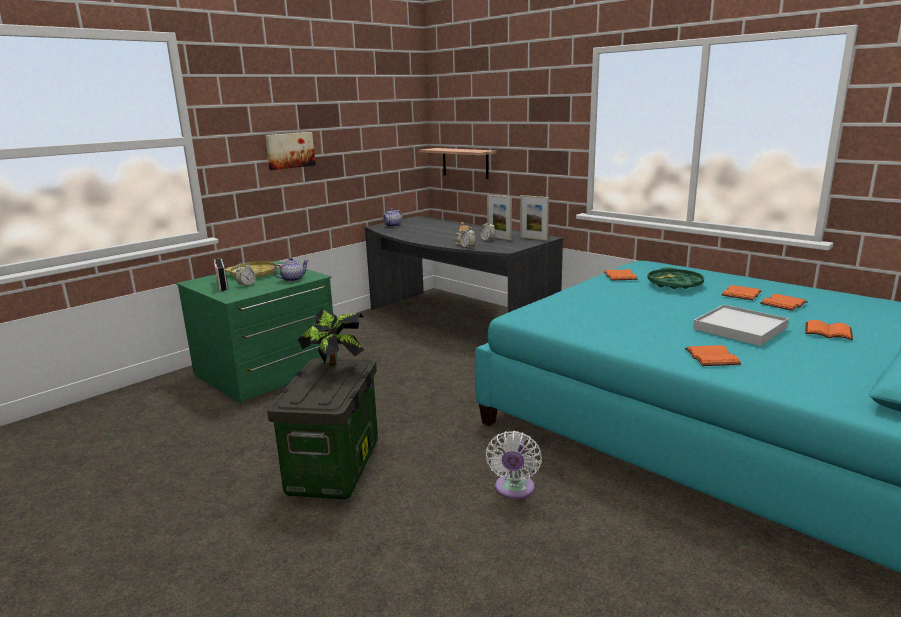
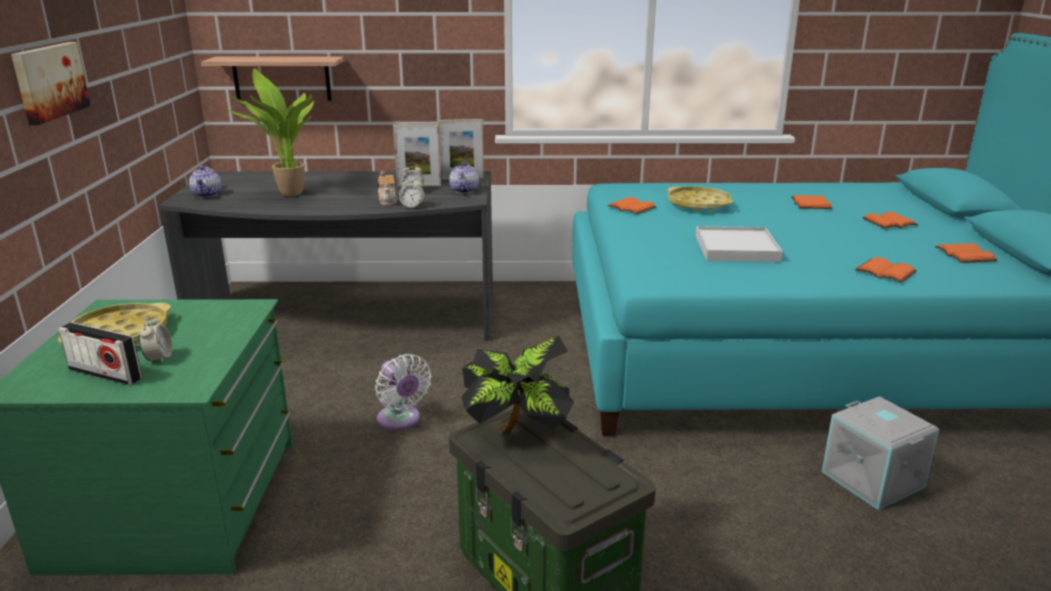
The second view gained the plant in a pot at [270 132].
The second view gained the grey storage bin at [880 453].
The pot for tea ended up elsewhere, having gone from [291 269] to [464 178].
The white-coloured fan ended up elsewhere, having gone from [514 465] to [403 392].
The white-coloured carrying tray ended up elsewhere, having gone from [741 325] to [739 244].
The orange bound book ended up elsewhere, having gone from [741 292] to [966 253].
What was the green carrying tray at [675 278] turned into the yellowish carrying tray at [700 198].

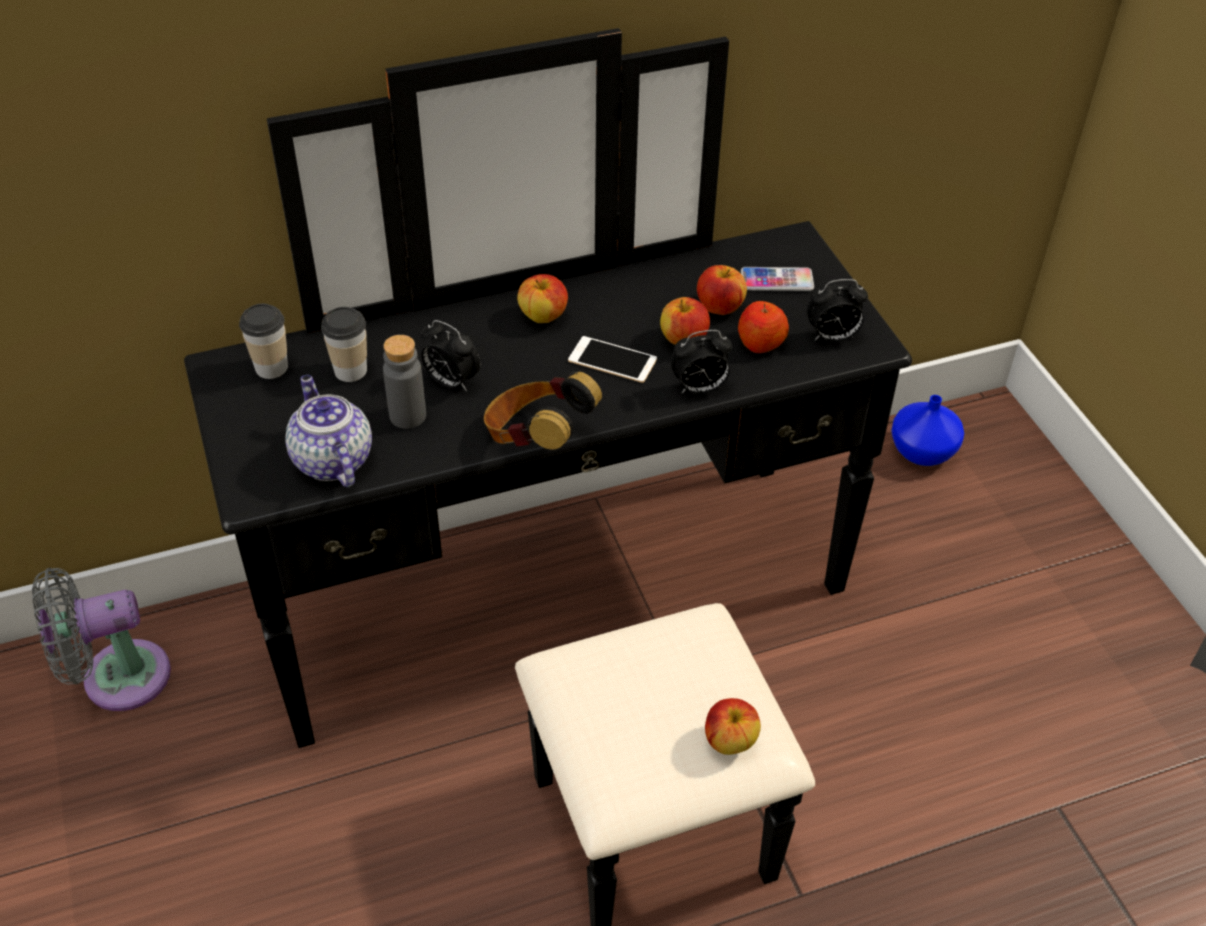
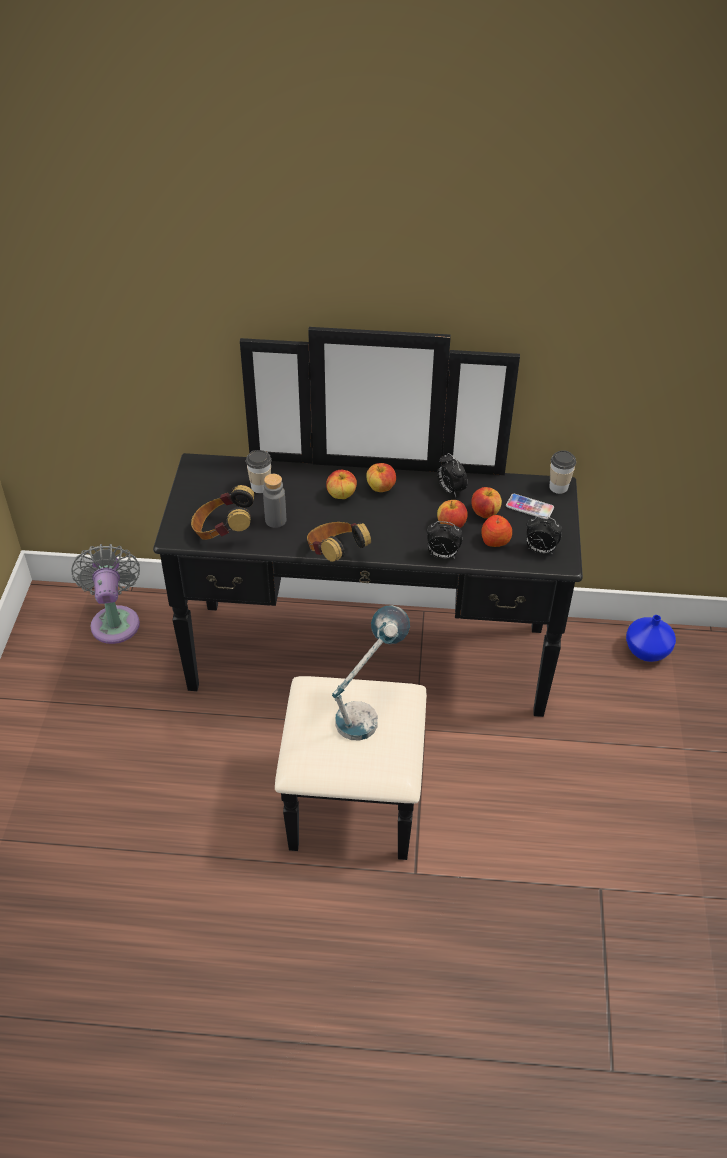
The second view lost the telephone at [612 359].
The second view gained the tabletop lamp at [371 673].
The small cup ended up elsewhere, having gone from [263 341] to [562 472].
The alarm clock ended up elsewhere, having gone from [451 355] to [452 475].
The apple ended up elsewhere, having gone from [733 726] to [341 484].
Where the pot for tea stood at [328 431], the headphones came to stand at [222 512].
The grey fan at [101 639] ended up facing another way, 75 degrees clockwise from before.

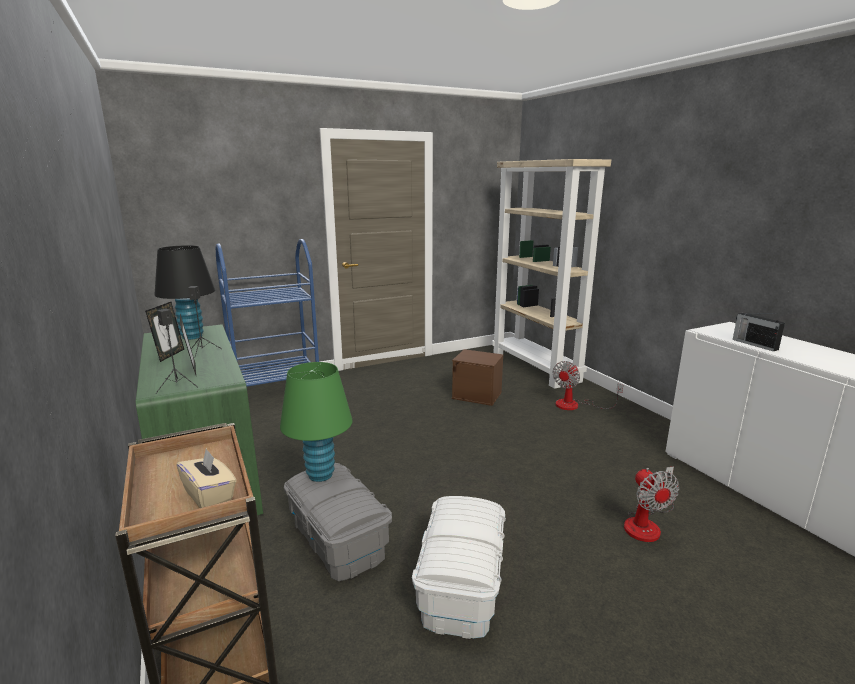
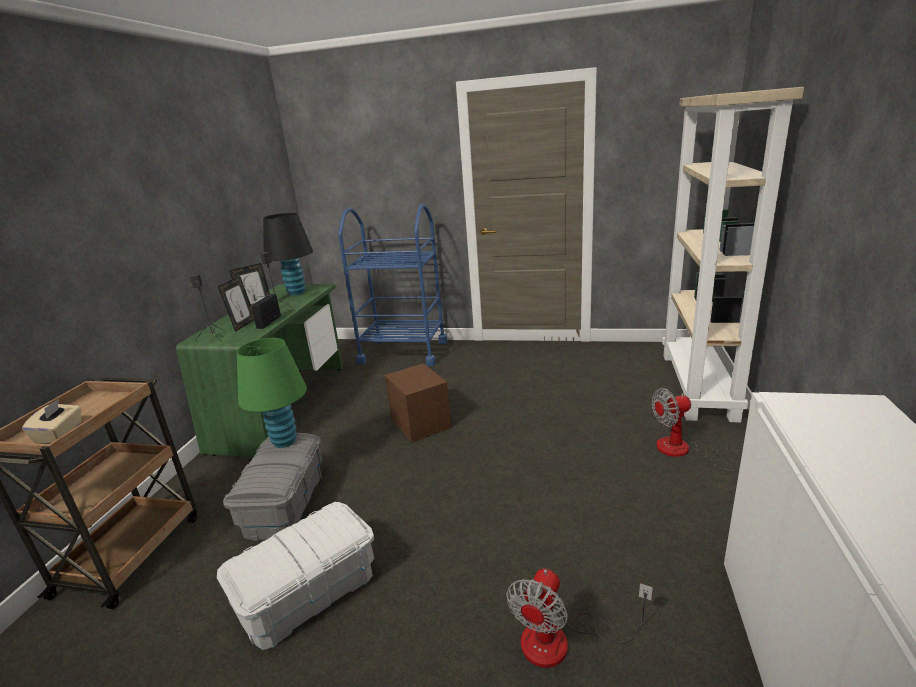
The brownish storage bin ended up elsewhere, having gone from [478 377] to [418 402].
The radio receiver ended up elsewhere, having gone from [759 332] to [266 311].

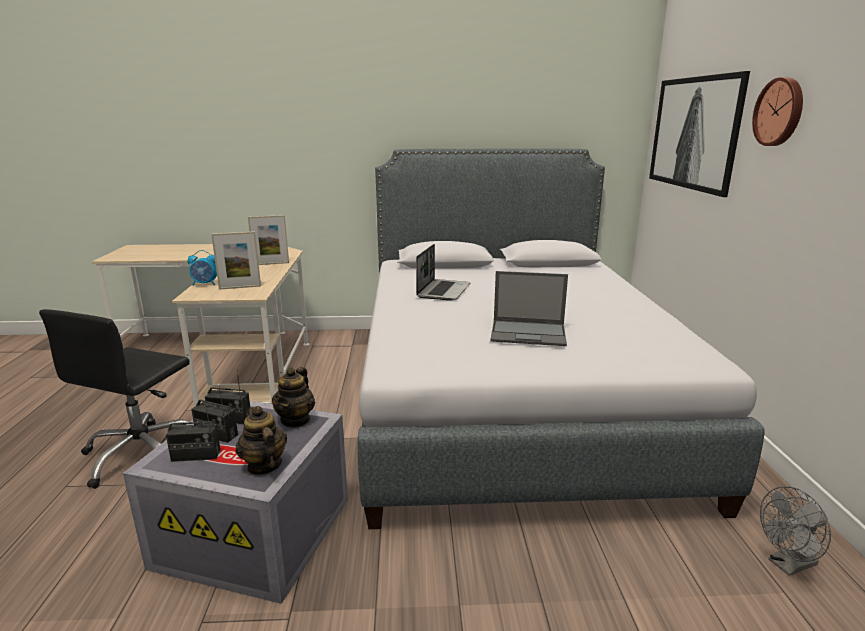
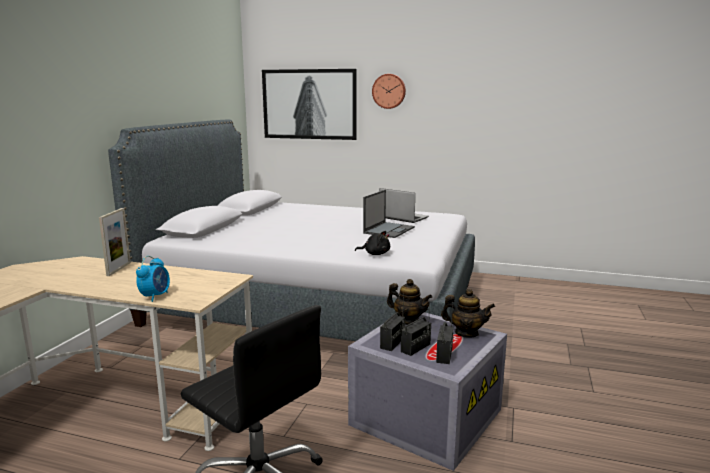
The second view lost the picture frame at [236 261].
The second view lost the grey fan at [795 531].
The second view gained the black-coloured soft toy at [372 243].
The portable computer ended up elsewhere, having gone from [443 272] to [404 205].
The pot for tea at [261 440] ended up facing another way, 150 degrees counterclockwise from before.

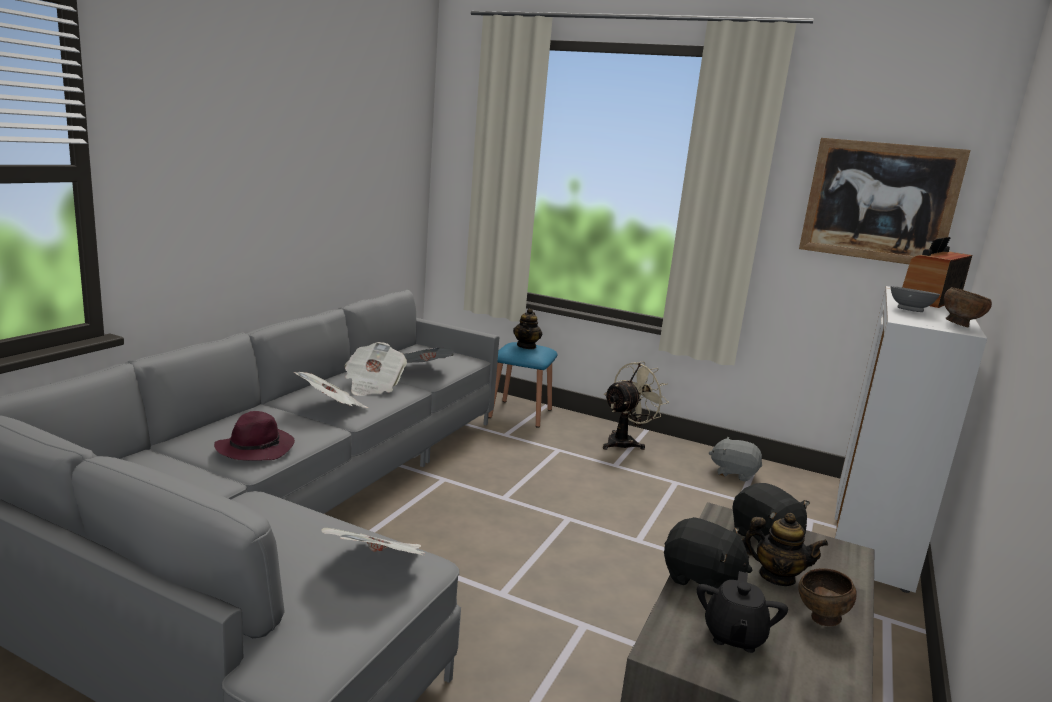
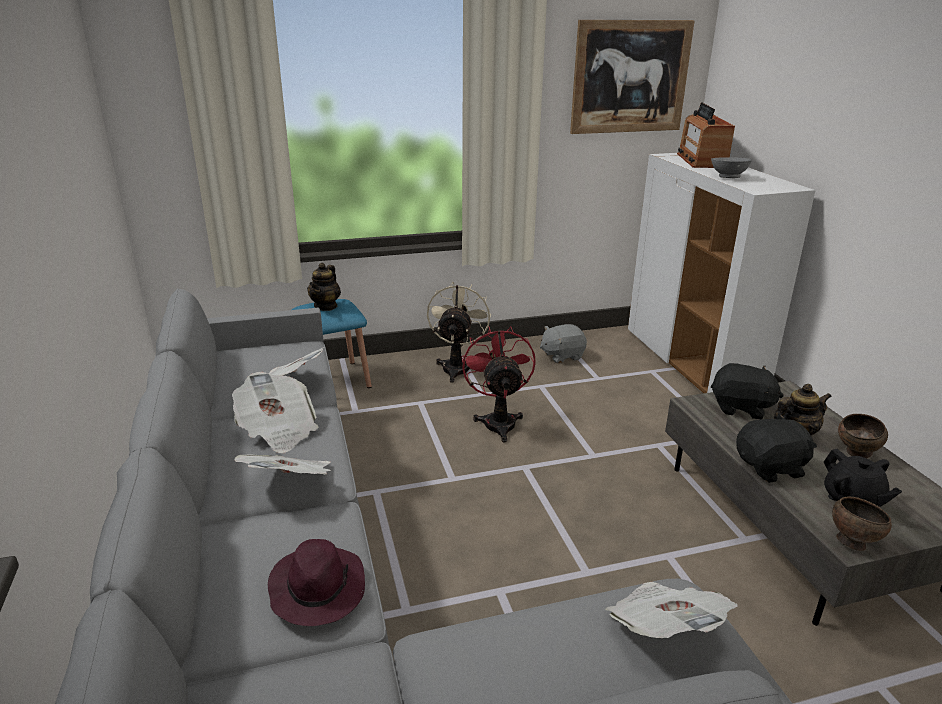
The second view gained the red fan at [498 384].
The brownish bowl ended up elsewhere, having gone from [968 307] to [862 524].
The pot for tea at [527 328] ended up facing another way, 45 degrees clockwise from before.

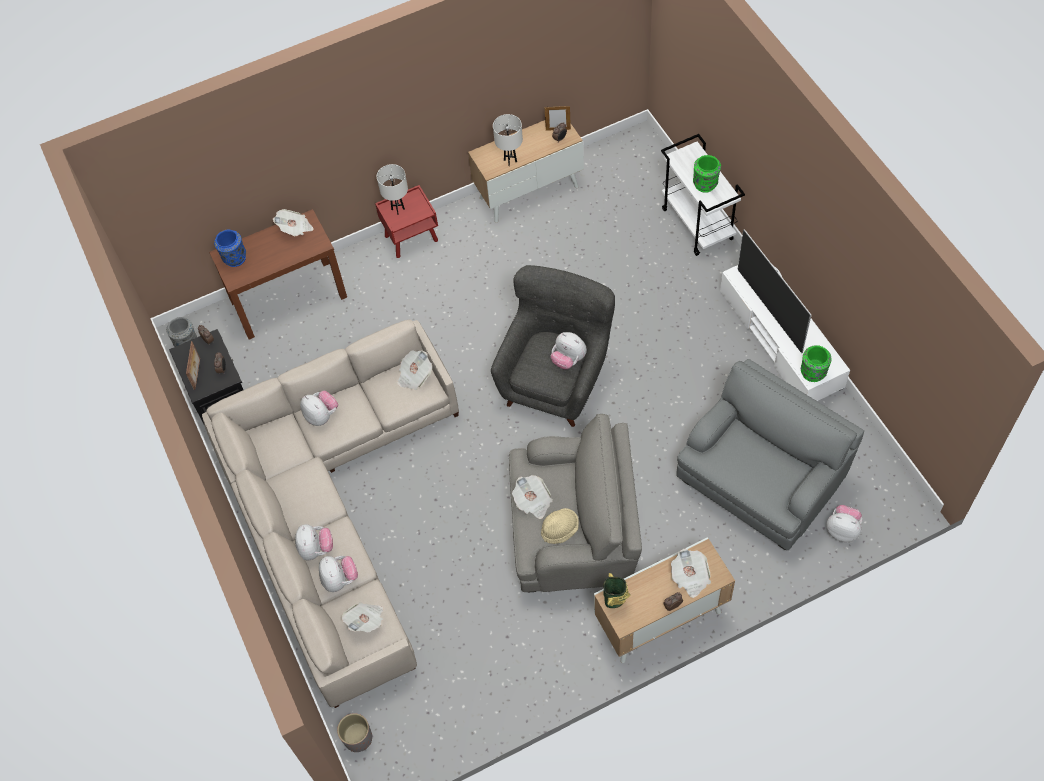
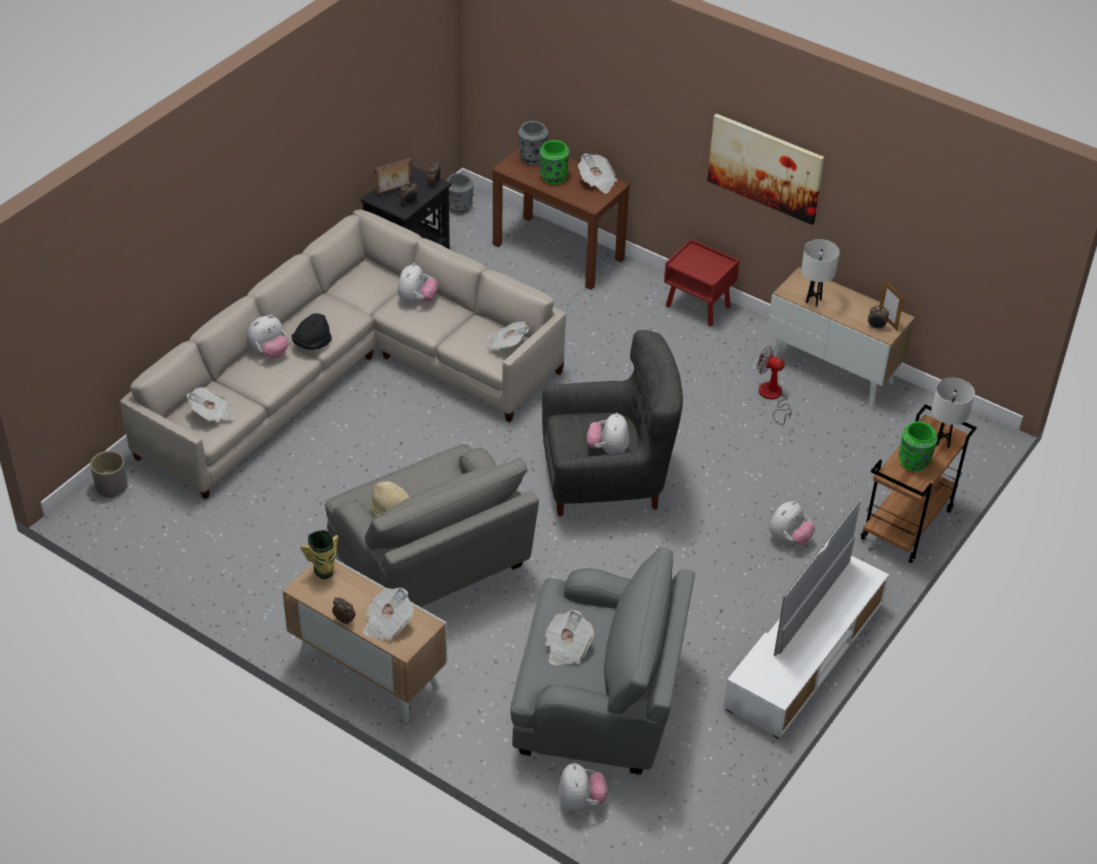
The second view gained the black-coloured clothing hat at [312 331].
The second view gained the wall picture at [765 169].
The second view gained the fan at [774 385].
The soft toy ended up elsewhere, having gone from [338 574] to [792 523].
The white-coloured tabletop lamp ended up elsewhere, having gone from [392 189] to [953 413].
The printed paper ended up elsewhere, having gone from [532 497] to [569 637].
The green flower vase ended up elsewhere, having gone from [816 363] to [554 162].
What was the bluish flower vase at [230 248] turned into the grey flower vase at [533 143].
What was the white-coloured cart at [703 195] turned into the brownish cart at [919 483].

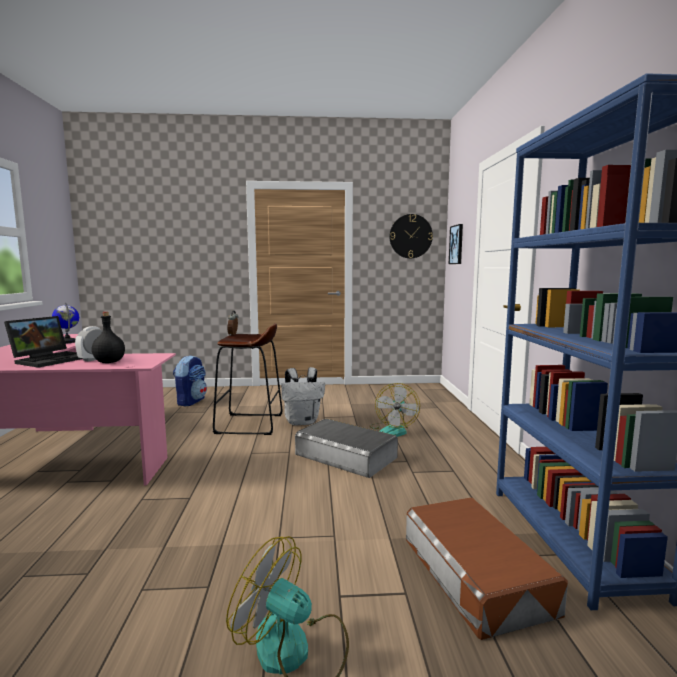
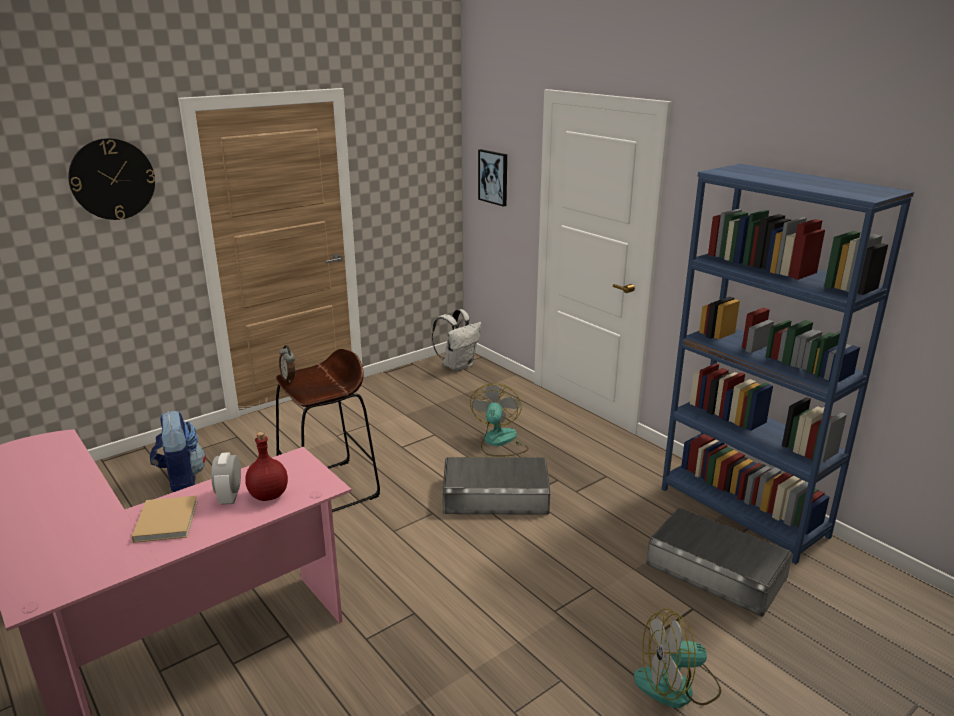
The second view lost the world globe at [65 323].
The white-coloured backpack ended up elsewhere, having gone from [303 396] to [457 340].
The hanging clock ended up elsewhere, having gone from [411 236] to [111 179].
Where the portable computer stood at [43 342], the beige bound book came to stand at [165 519].
What was the black-coloured drink bottle at [108 337] turned into the red drink bottle at [266 466].
What was the brownish storage bin at [487 568] turned into the grey storage bin at [719 562].
The fan at [395 410] ended up facing another way, 150 degrees counterclockwise from before.

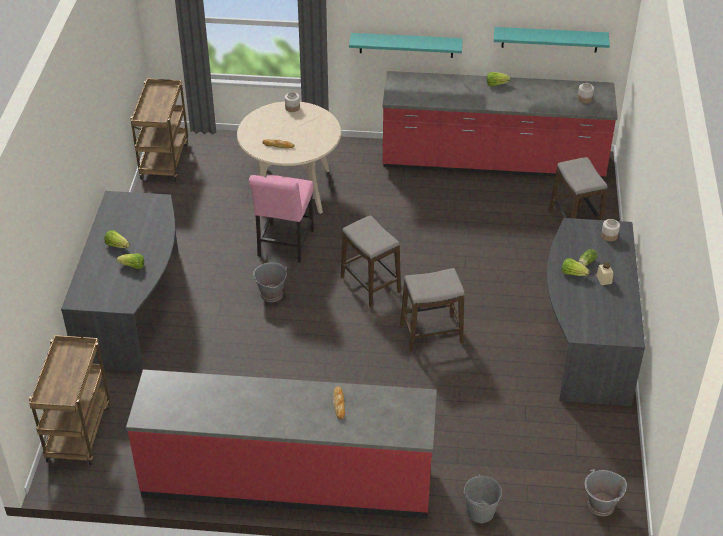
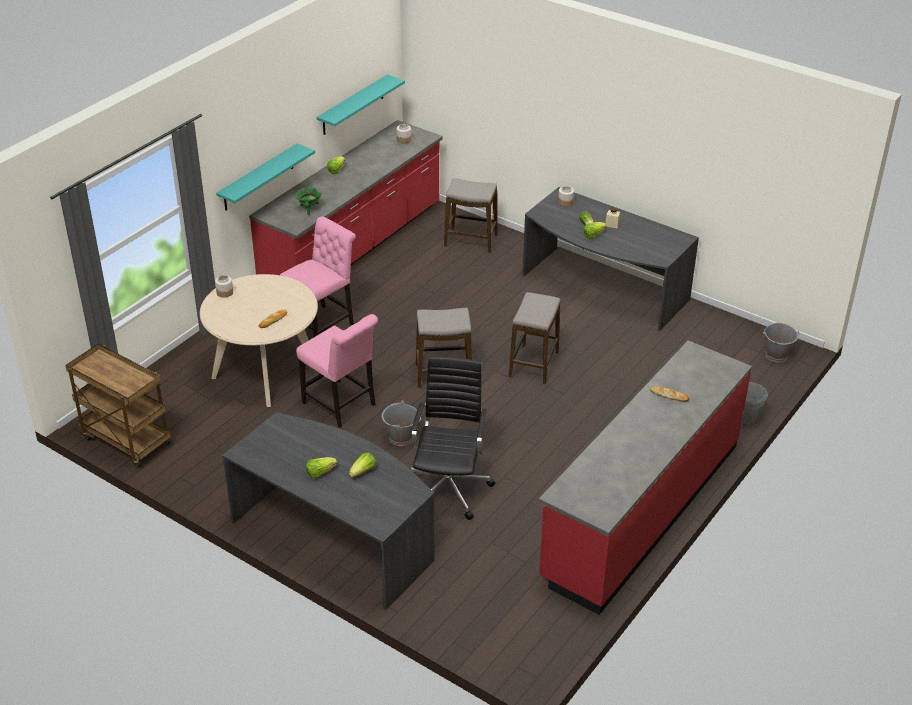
The second view lost the brownish cart at [69 400].
The second view gained the pinkish chair at [318 276].
The second view gained the green cooking pot at [308 201].
The second view gained the black-coloured office chair at [453 438].

